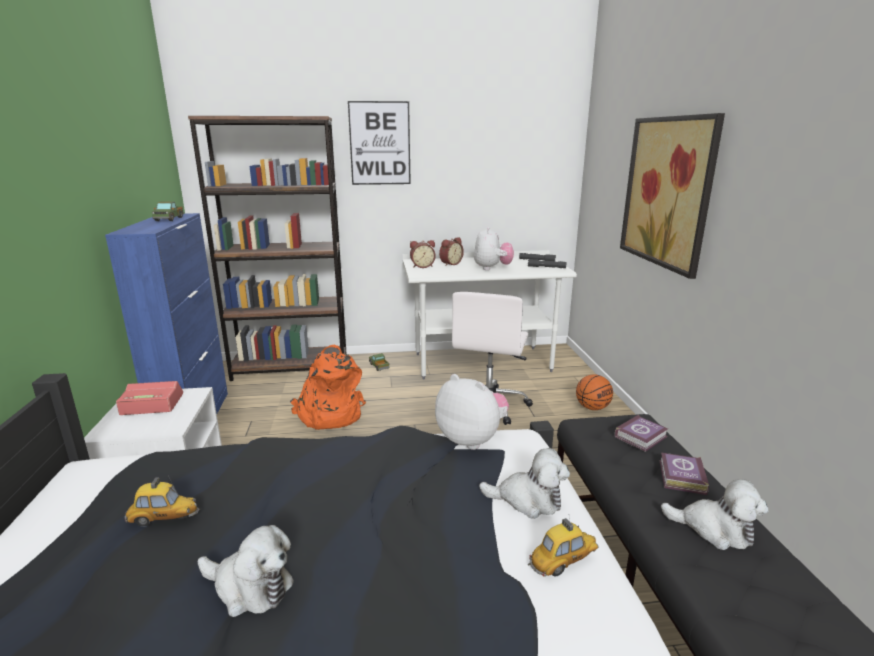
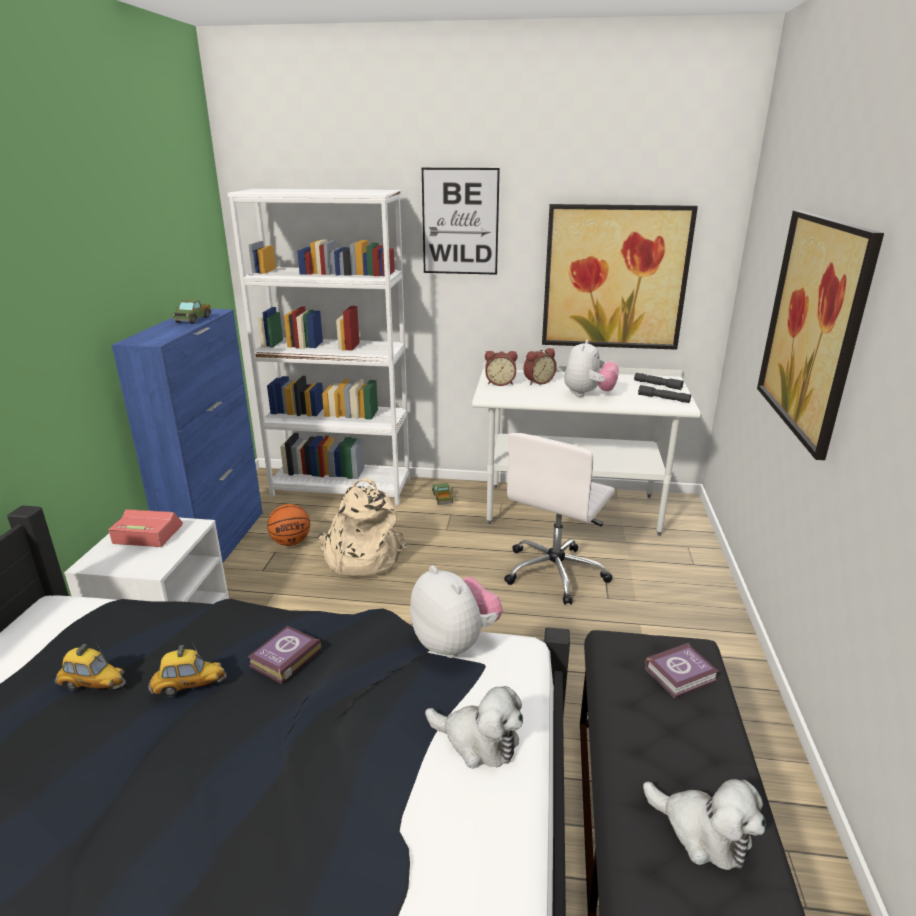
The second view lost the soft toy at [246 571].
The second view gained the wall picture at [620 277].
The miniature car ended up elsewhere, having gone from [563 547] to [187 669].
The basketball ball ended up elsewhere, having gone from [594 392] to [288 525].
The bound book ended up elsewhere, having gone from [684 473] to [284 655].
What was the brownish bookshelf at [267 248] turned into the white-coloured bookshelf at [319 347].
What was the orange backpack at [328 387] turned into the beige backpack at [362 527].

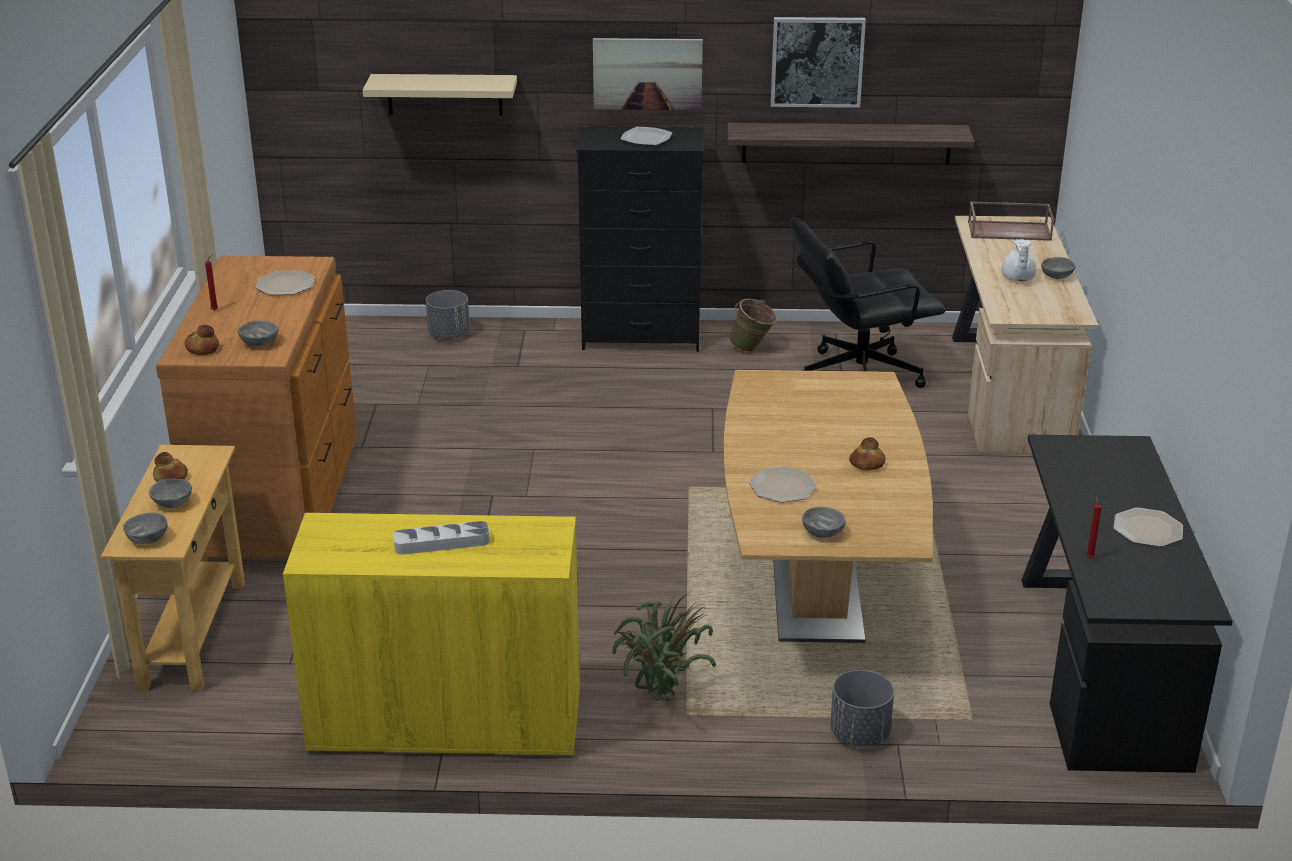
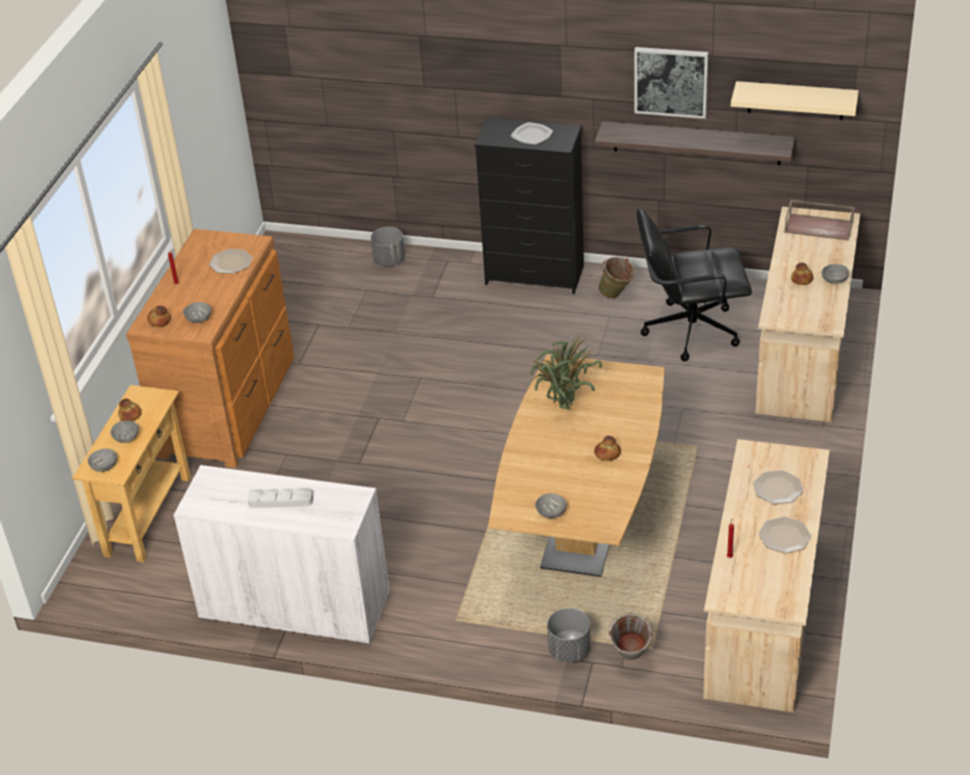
The second view lost the wall picture at [648 74].
The second view gained the grey bucket at [630 637].
The beige bracket shelf ended up elsewhere, having gone from [440 95] to [795 100].
The plant in a pot ended up elsewhere, having gone from [664 645] to [566 371].
The plate ended up elsewhere, having gone from [783 484] to [778 487].
Where the white-coloured pot for tea stood at [1018 260], the bakery bread came to stand at [802 274].
What was the yellowish cupboard at [431 635] turned into the white-coloured cupboard at [282 555].
What was the black-coloured desk table at [1127 604] turned into the beige desk table at [766 576].

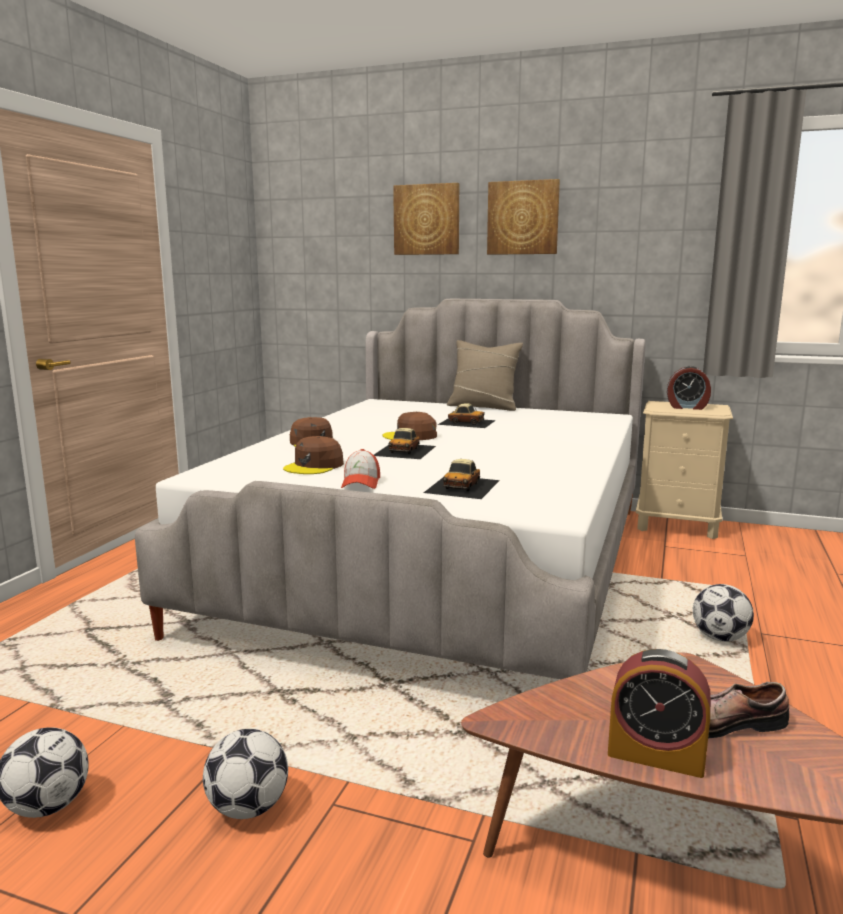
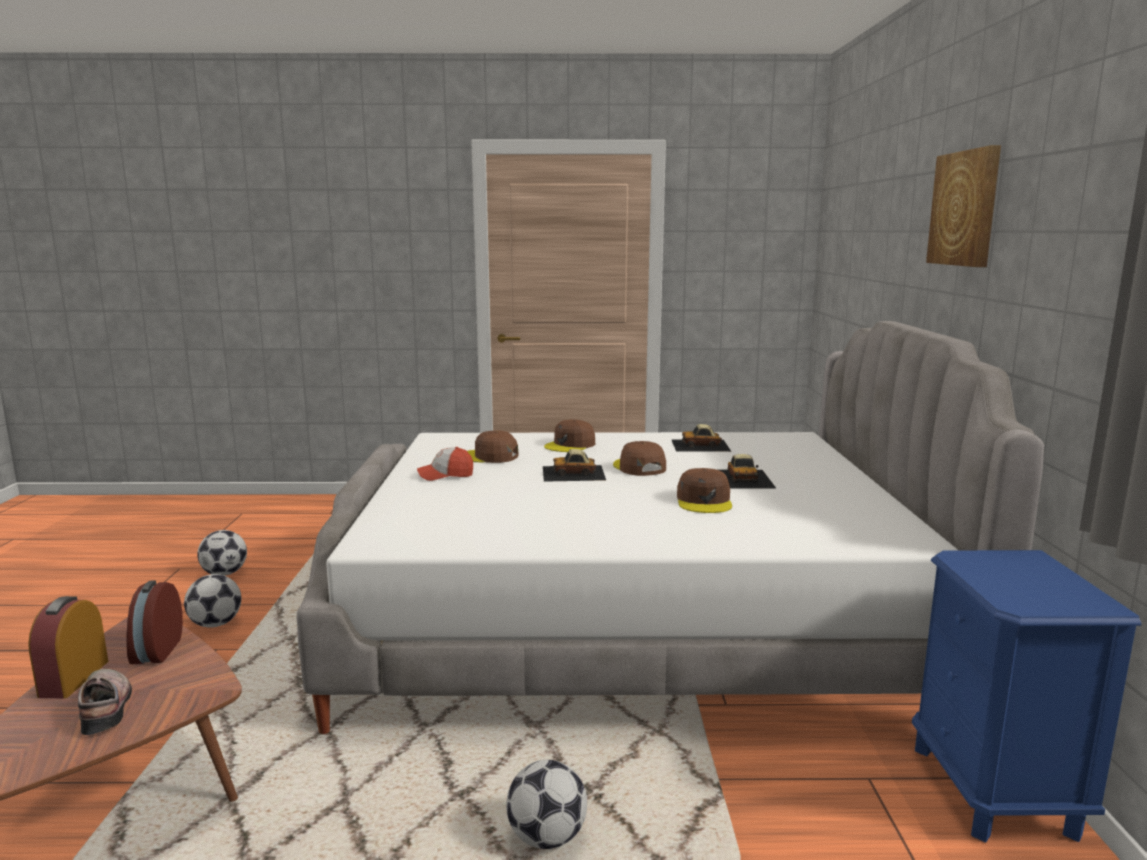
The second view lost the wall picture at [426 219].
The second view lost the beige throw pillow at [485 375].
The second view gained the brownish baseball cap at [704 490].
The miniature car ended up elsewhere, having gone from [462 479] to [702 438].
The alarm clock ended up elsewhere, having gone from [689 388] to [154 622].
What was the beige nightstand at [684 470] turned into the bluish nightstand at [1026 696].

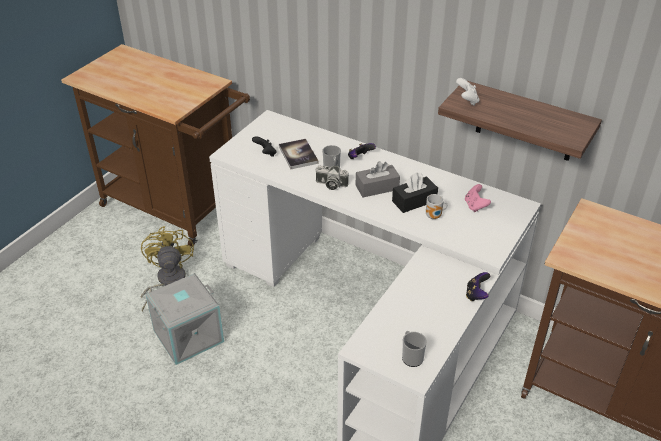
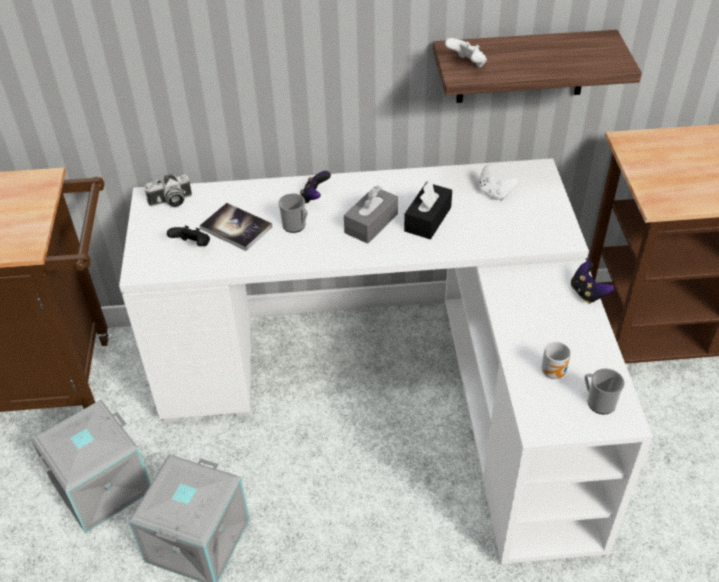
The photo camera ended up elsewhere, having gone from [332 177] to [168 190].
The mug ended up elsewhere, having gone from [436 206] to [556 360].
Where the yellowish fan stood at [167 269], the grey storage bin came to stand at [91 466].
What was the pinkish game controller at [478 198] turned into the white-coloured game controller at [499 183].

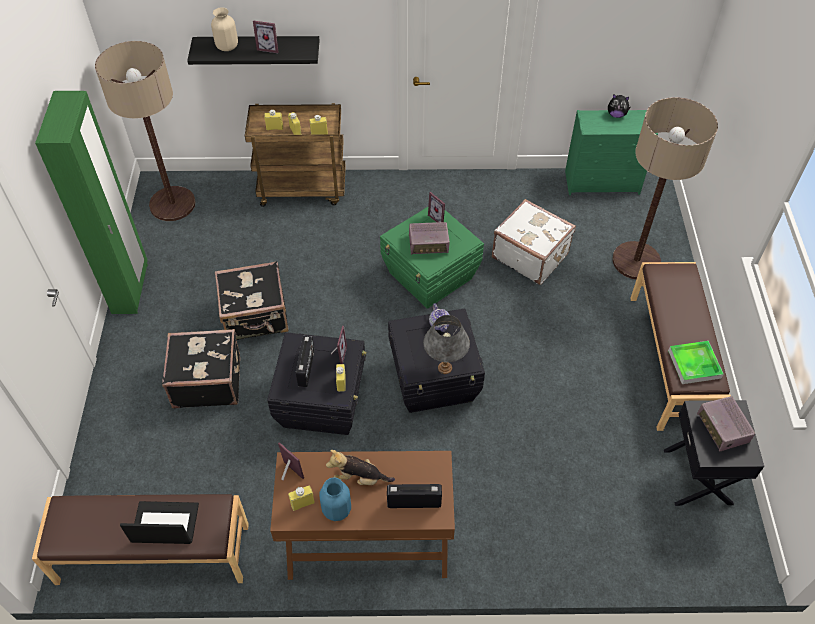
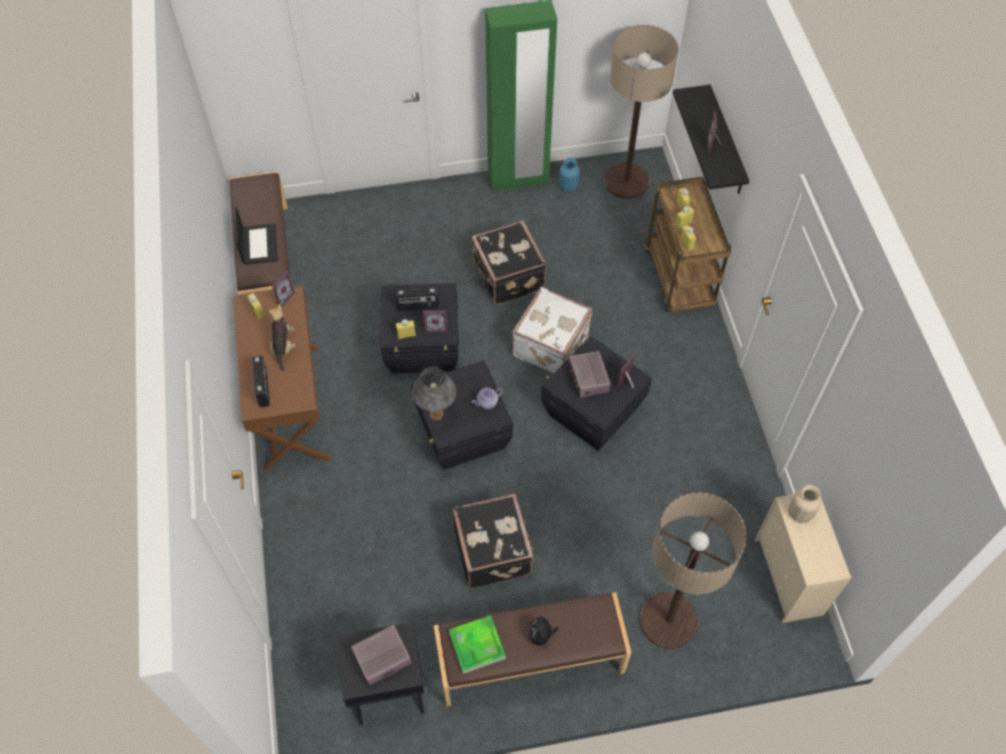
The black-coloured suitcase ended up elsewhere, having gone from [201 369] to [493 541].
The beige flower vase ended up elsewhere, having gone from [224 29] to [805 504].
The bluish flower vase ended up elsewhere, having gone from [335 499] to [569 175].
The white-coloured suitcase ended up elsewhere, having gone from [534 242] to [552 330].
The soft toy ended up elsewhere, having gone from [619 106] to [543 631].
What was the green storage bin at [432 258] turned into the black-coloured storage bin at [596 393].
What was the green drawer chest at [611 152] turned into the beige drawer chest at [803 558].

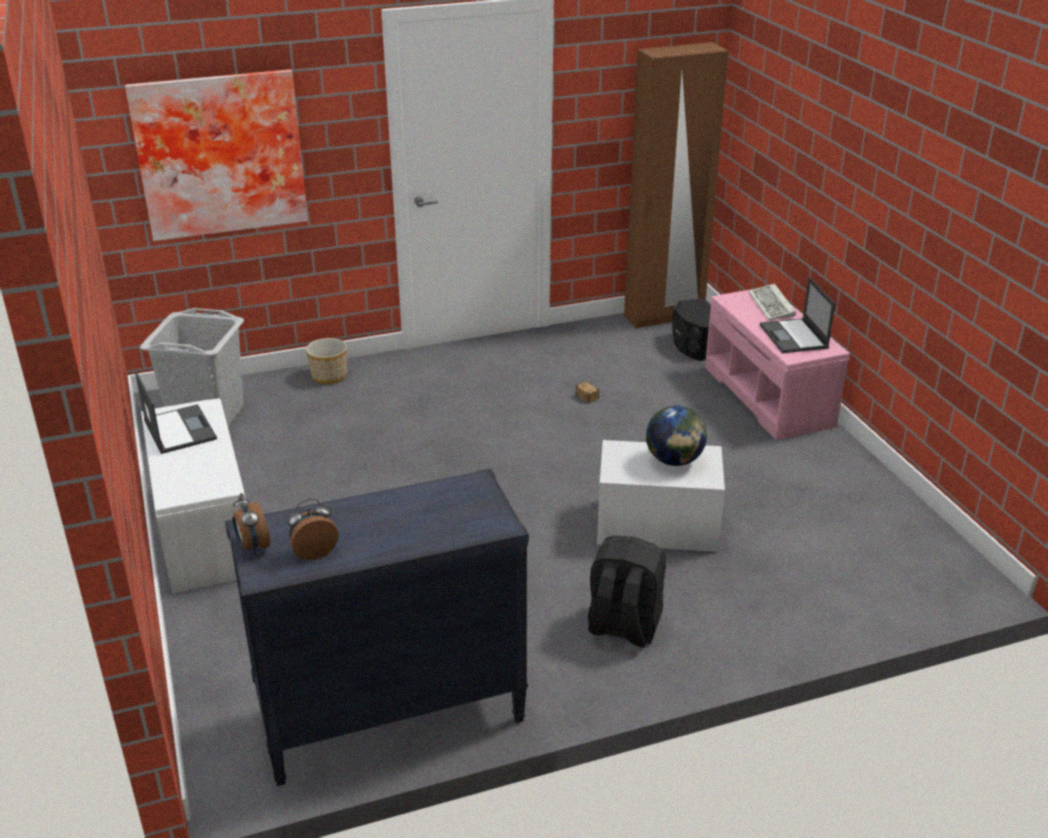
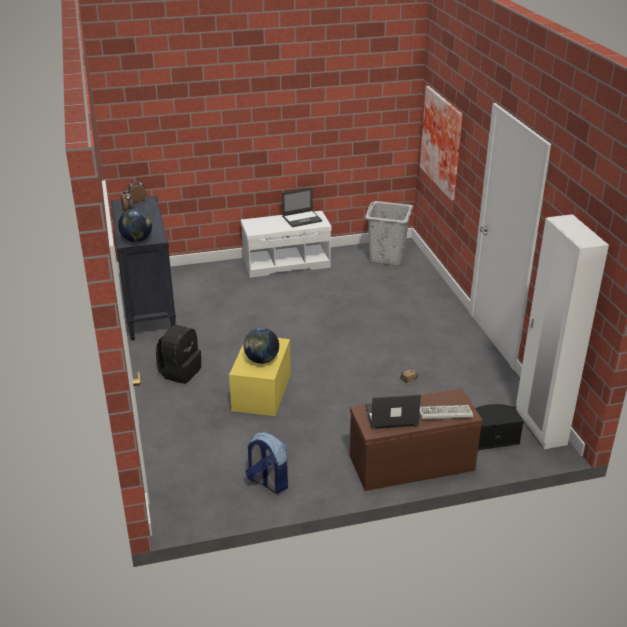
The second view lost the planter at [326 361].
The second view gained the world globe at [135 225].
The second view gained the backpack at [266 462].
What was the white-coloured storage bin at [661 496] turned into the yellowish storage bin at [260 377].
What was the brownish wardrobe at [676 185] turned into the white-coloured wardrobe at [562 331].
What was the pinkish indoor bench at [777 364] turned into the brownish indoor bench at [416 440].

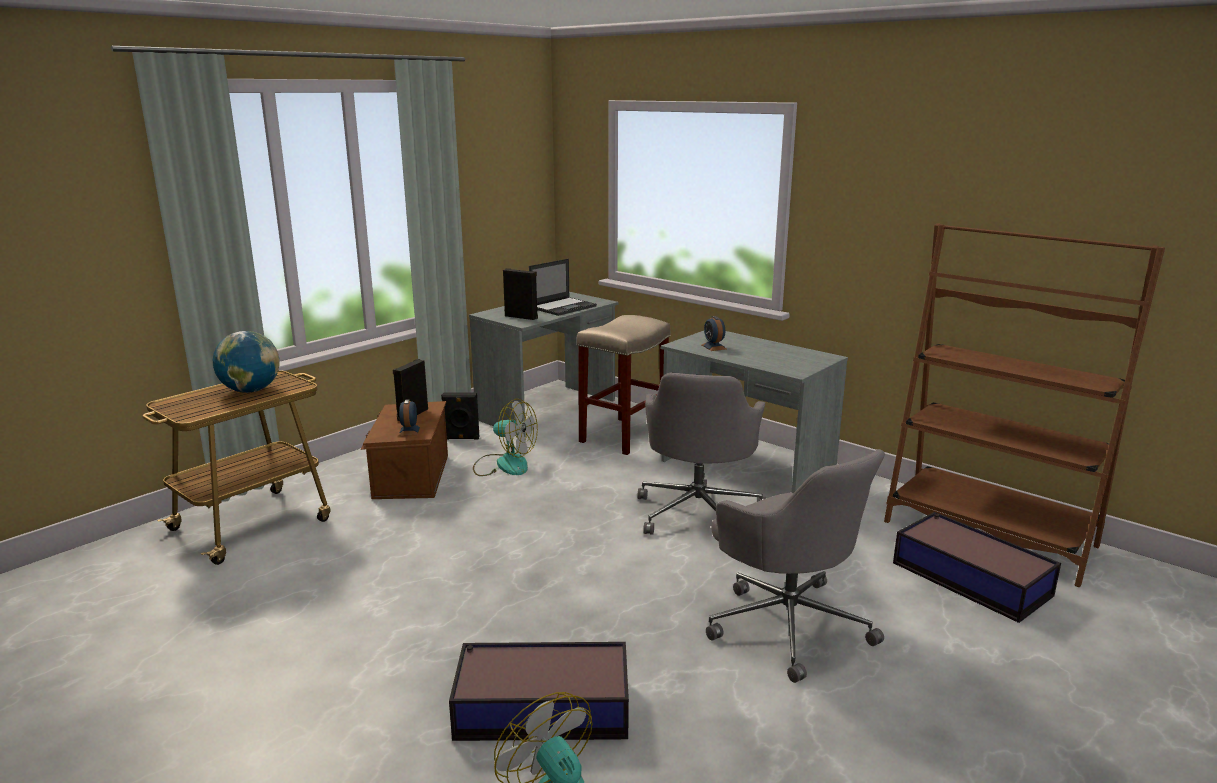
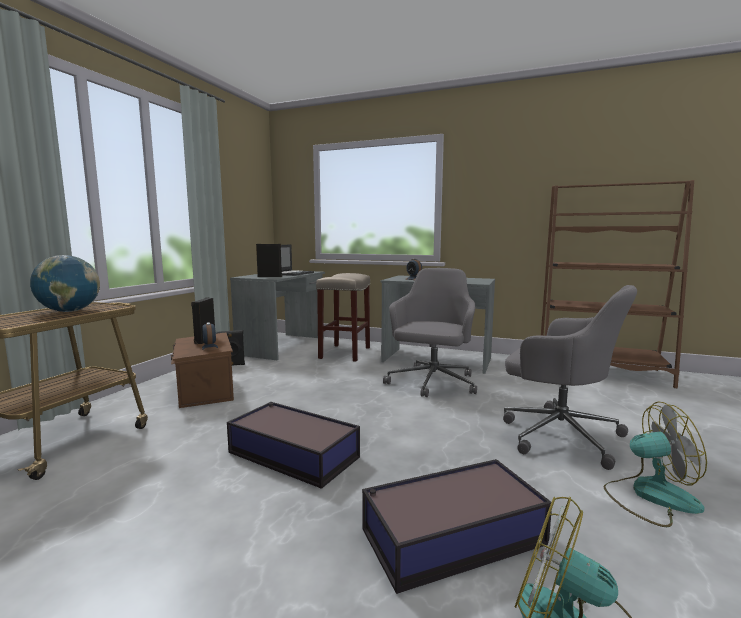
The fan ended up elsewhere, having gone from [505 437] to [655 464].
The storage bin ended up elsewhere, having gone from [977 567] to [293 445].
The grey office chair at [701 453] ended up facing another way, 150 degrees counterclockwise from before.

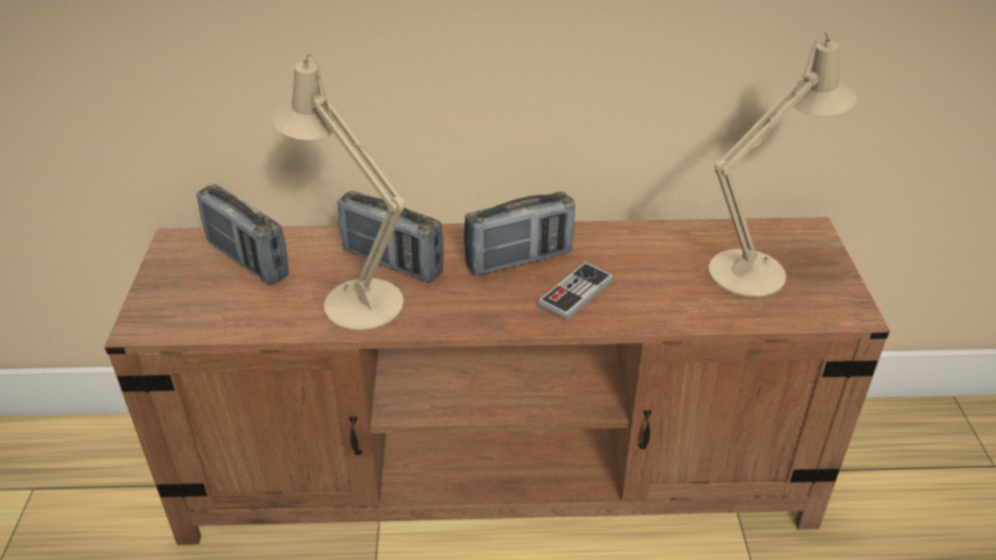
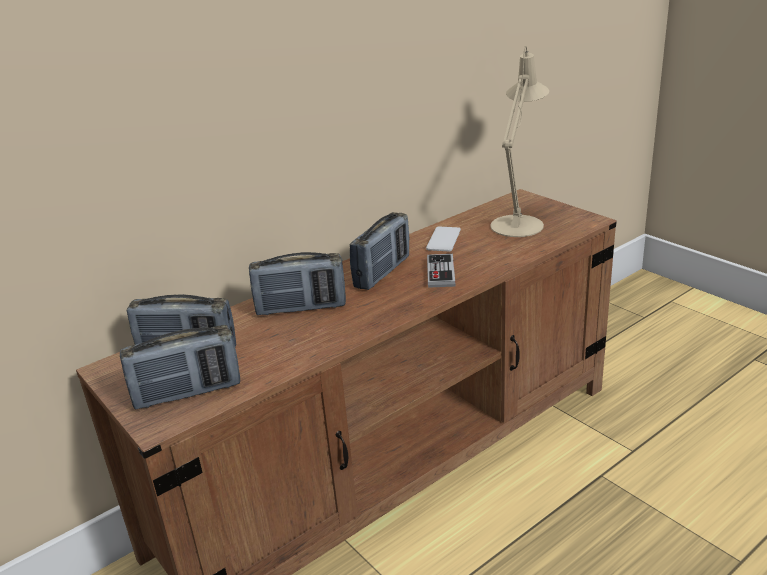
The second view lost the beige tabletop lamp at [338 192].
The second view gained the radio receiver at [180 367].
The second view gained the telephone at [443 239].

